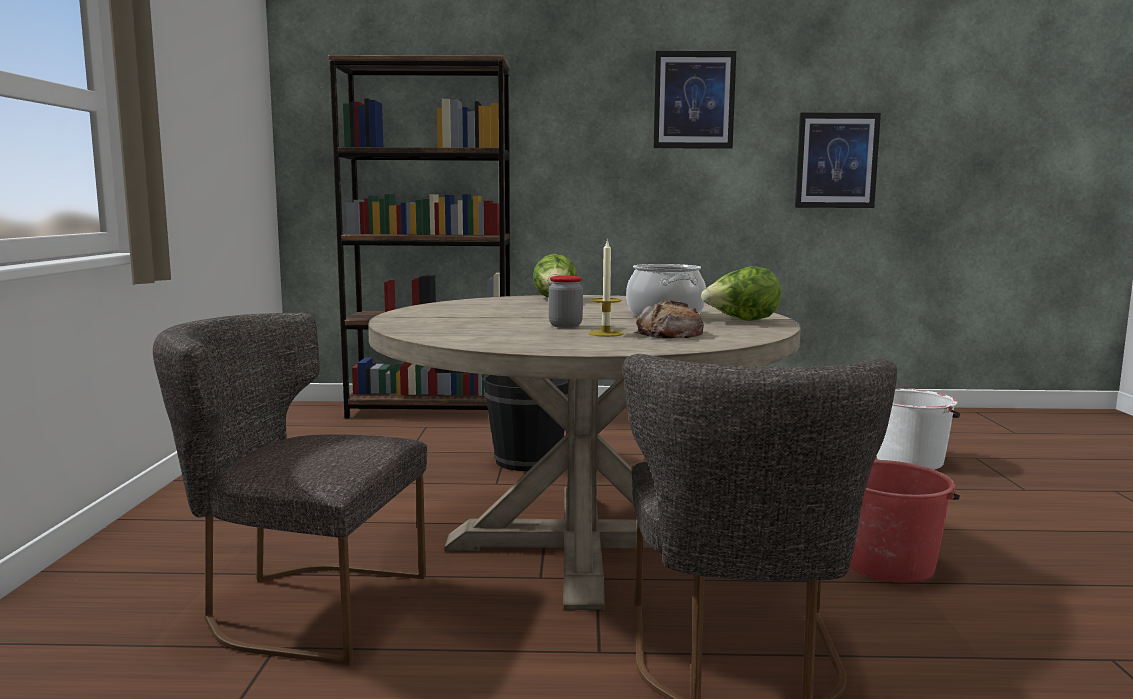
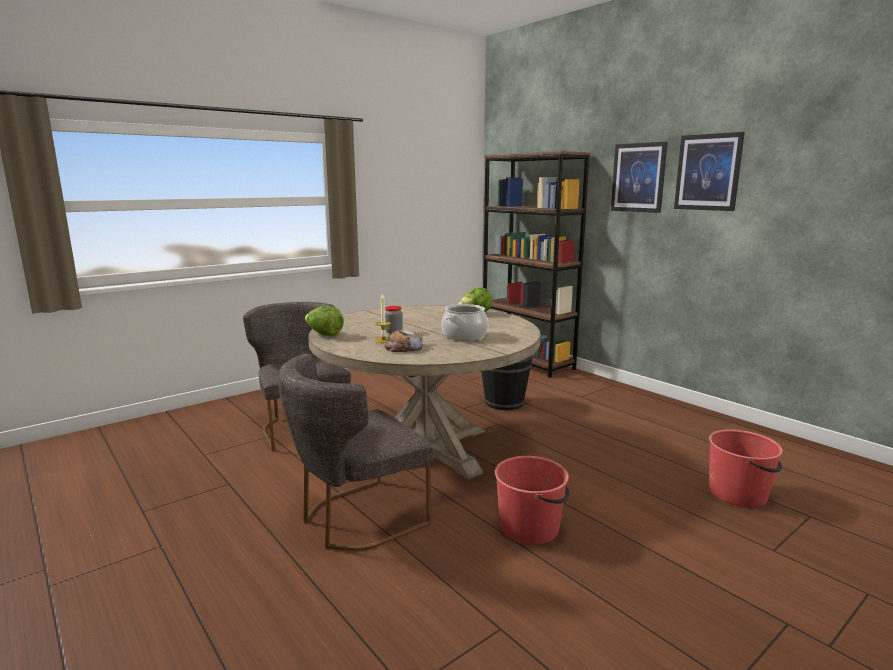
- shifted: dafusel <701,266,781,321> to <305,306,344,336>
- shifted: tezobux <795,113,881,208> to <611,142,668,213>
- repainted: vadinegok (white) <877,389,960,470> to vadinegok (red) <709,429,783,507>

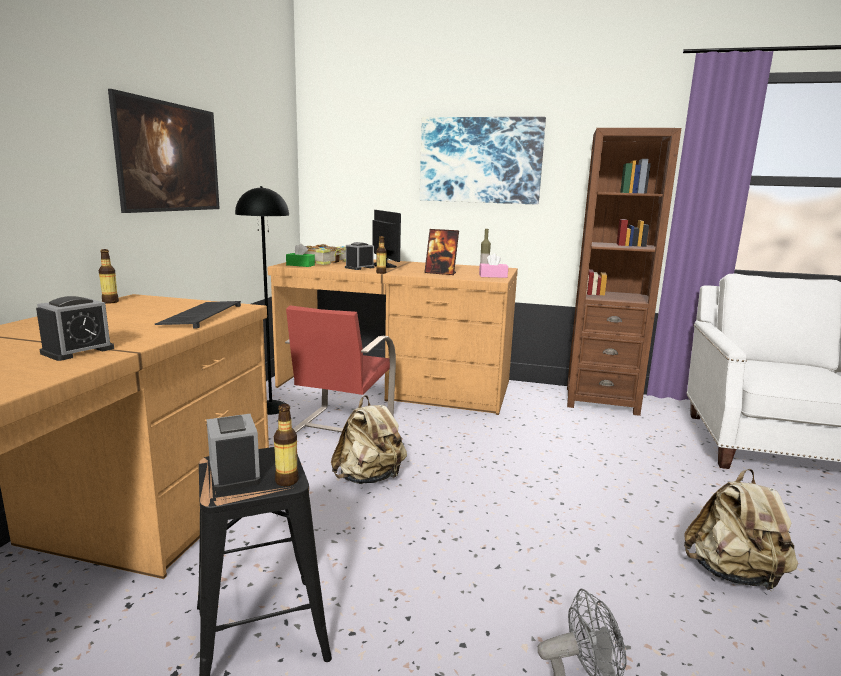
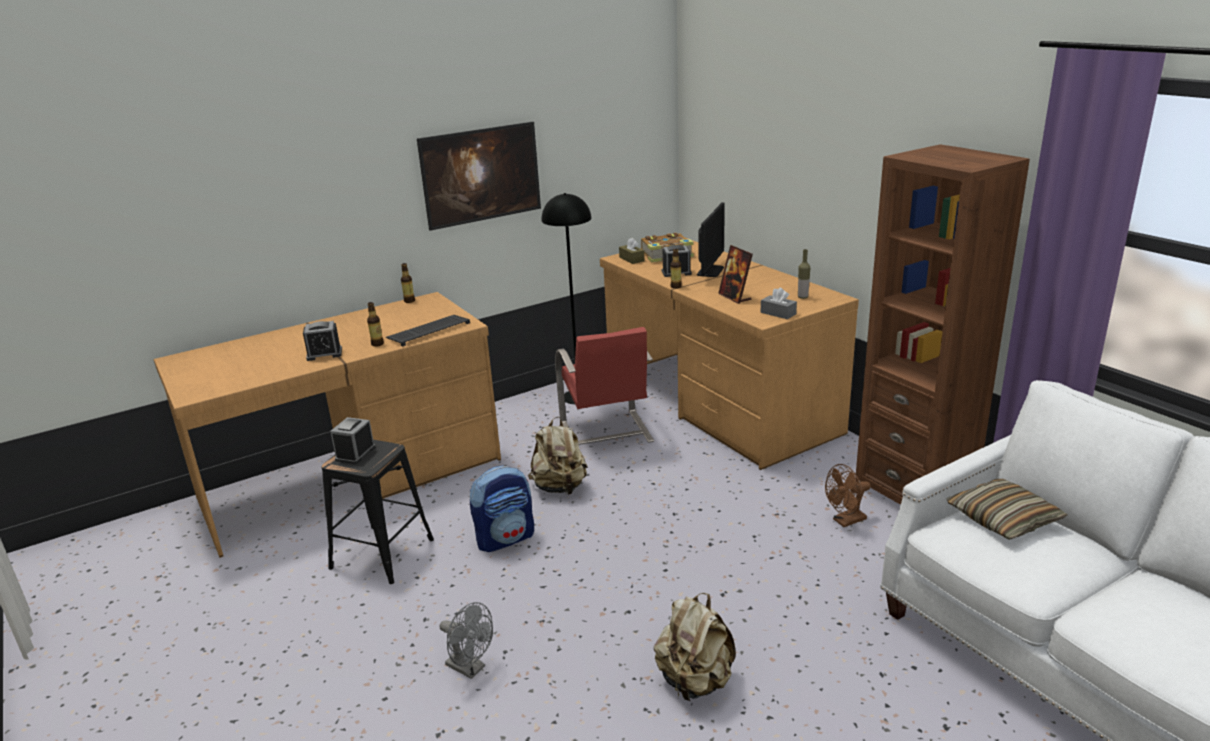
- gone: tezobux <420,117,546,205>
- new: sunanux <470,466,534,552>
- new: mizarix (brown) <825,464,871,527>
- new: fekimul <946,479,1068,540>
- shifted: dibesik <274,404,299,486> to <367,302,384,347>
- repainted: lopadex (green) <286,244,315,267> to lopadex (brown) <619,238,644,264>
- repainted: lopadex (pink) <479,253,508,278> to lopadex (grey) <761,288,797,319>
- rotated: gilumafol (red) <285,305,396,433> = <555,327,654,445> 75 degrees counterclockwise

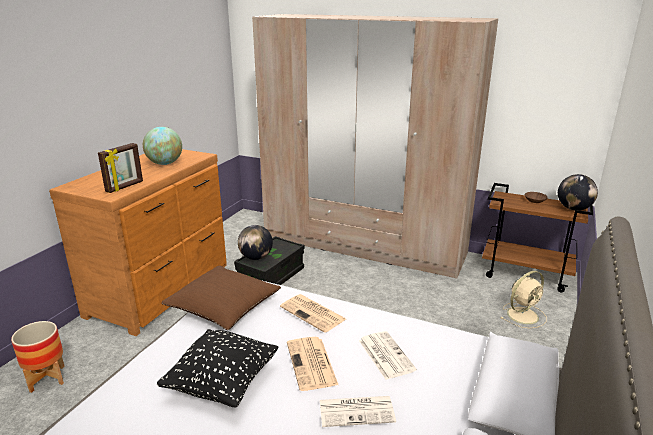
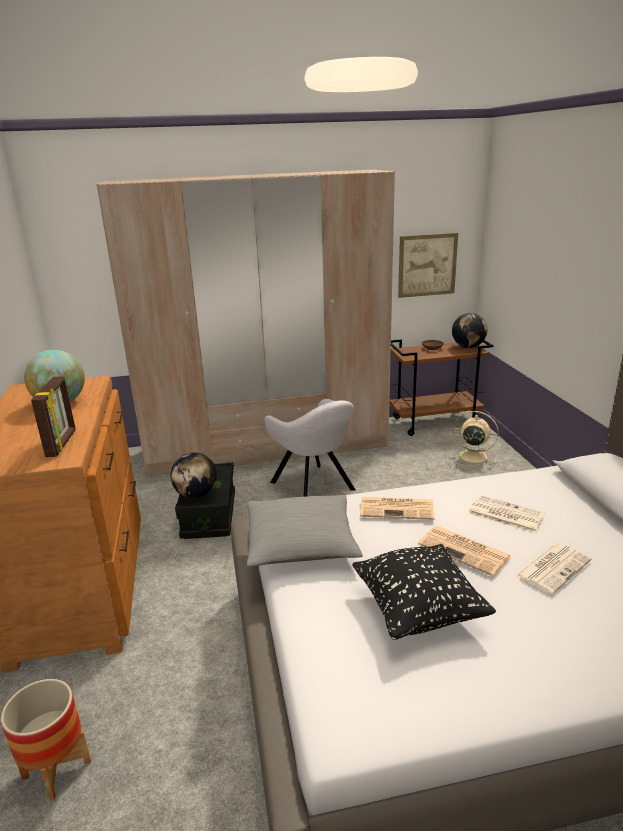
- new: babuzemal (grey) <264,399,356,497>
- new: tezobux <398,233,458,298>
- repainted: fekimul (brown) <161,265,281,330> to fekimul (grey) <247,495,363,567>
- rotated: mizarix (beige) <500,271,547,329> = <450,411,499,466> 90 degrees counterclockwise

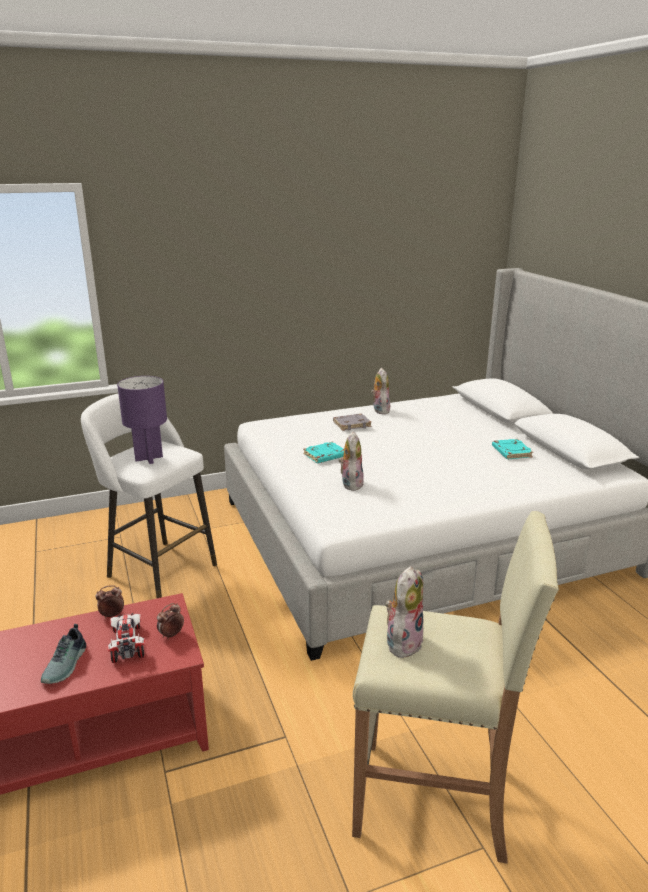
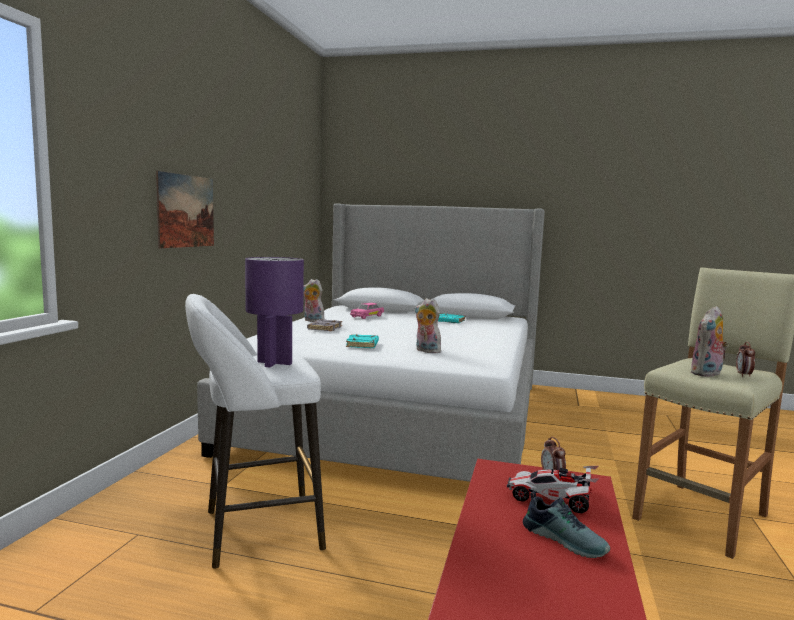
- new: tezobux <156,171,214,249>
- new: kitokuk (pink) <350,303,384,319>
- shifted: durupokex <95,585,124,618> to <736,342,755,377>
- rotated: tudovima <385,566,424,658> = <690,306,729,377> 105 degrees counterclockwise

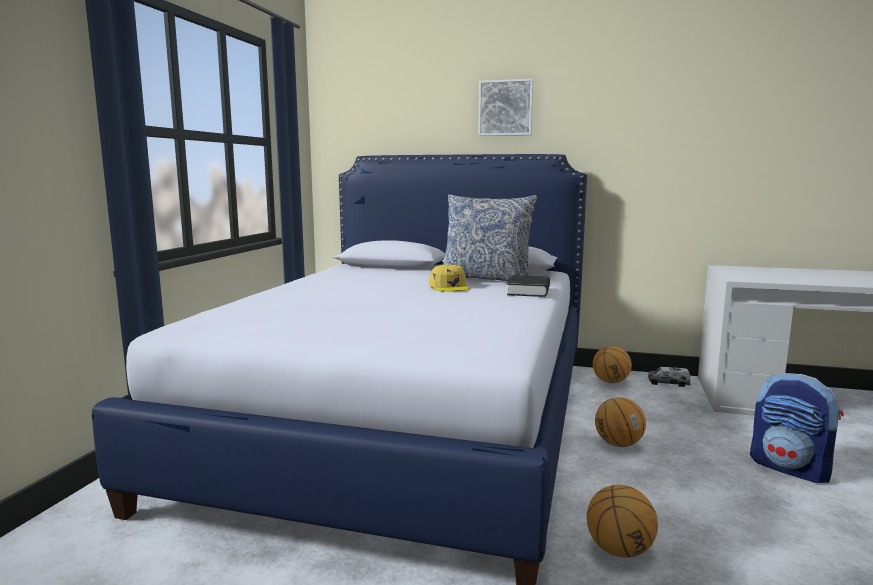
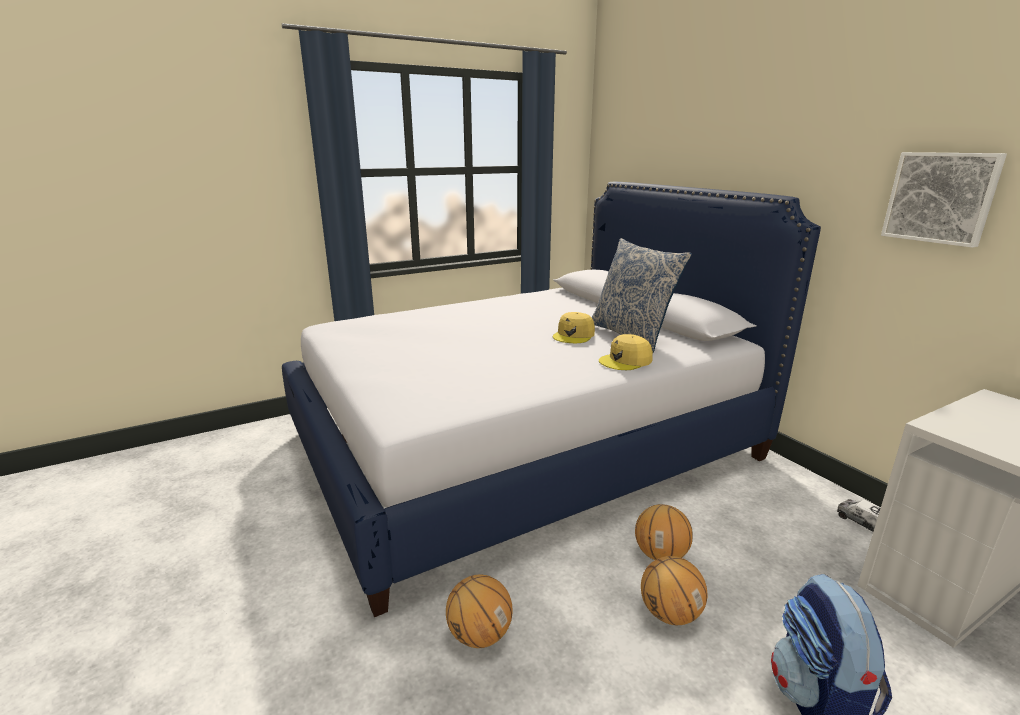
- shifted: tezobux <478,79,533,136> to <881,152,1007,248>
- shifted: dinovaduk <593,346,632,383> to <641,556,707,625>
- swapped: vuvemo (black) <507,275,550,297> to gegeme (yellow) <599,334,653,370>

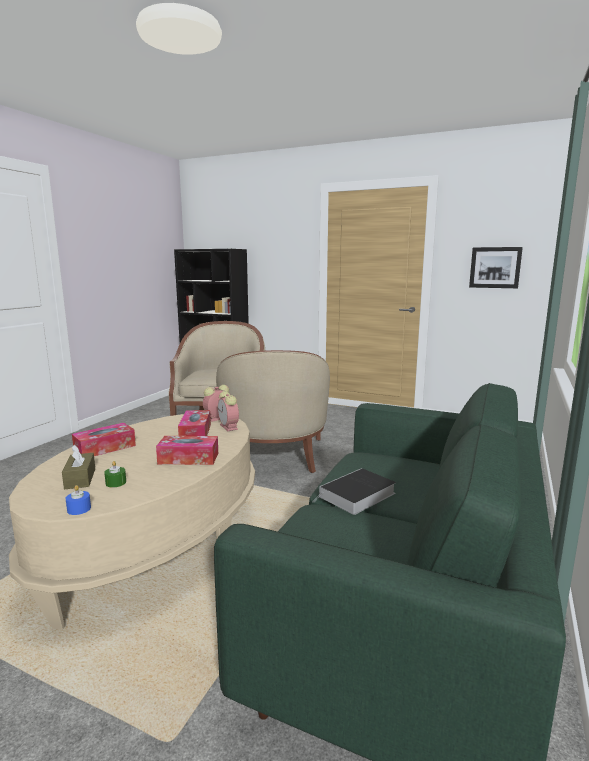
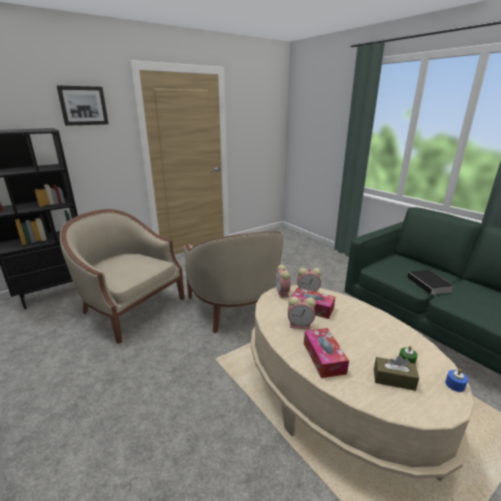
- gone: lopadex <156,436,218,465>
- new: durupokex <288,296,316,329>
- shifted: tezobux <469,247,523,288> to <57,85,108,126>
- rotated: babuzemal (beige) <216,350,330,473> = <184,231,283,333> 45 degrees clockwise

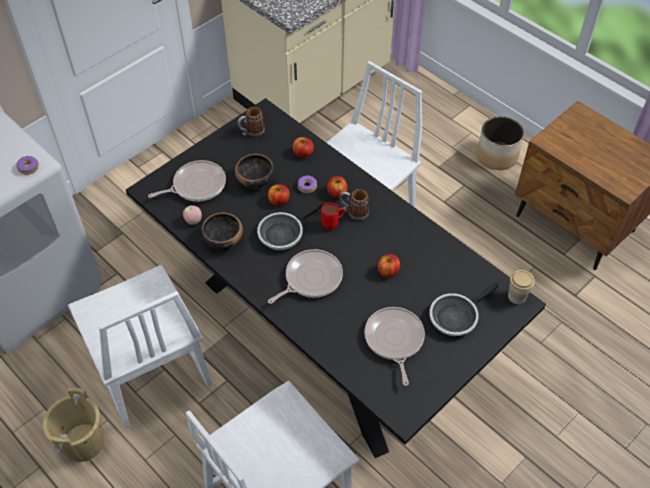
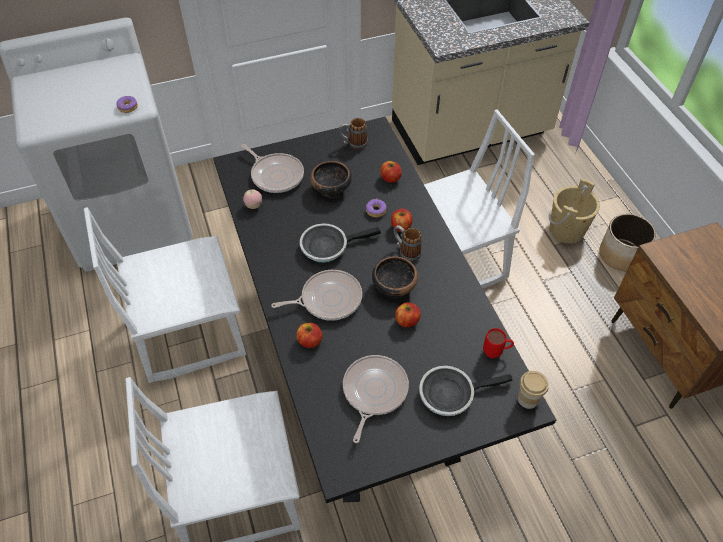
- shifted: vadinegok (beige) <43,388,105,462> to <549,178,600,243>
- shifted: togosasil <200,212,243,251> to <372,256,418,298>
- shifted: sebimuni <268,184,290,206> to <296,323,322,348>
- shifted: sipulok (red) <321,202,345,230> to <483,328,514,358>
- rotated: gilumafol (white) <68,265,213,428> = <84,207,246,383> 75 degrees clockwise
- rotated: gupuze <148,160,226,202> = <241,144,304,193> 45 degrees clockwise

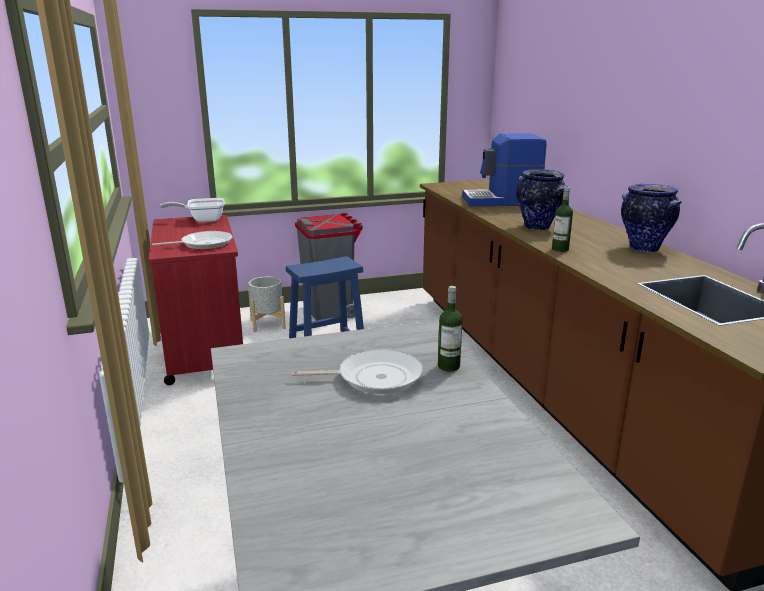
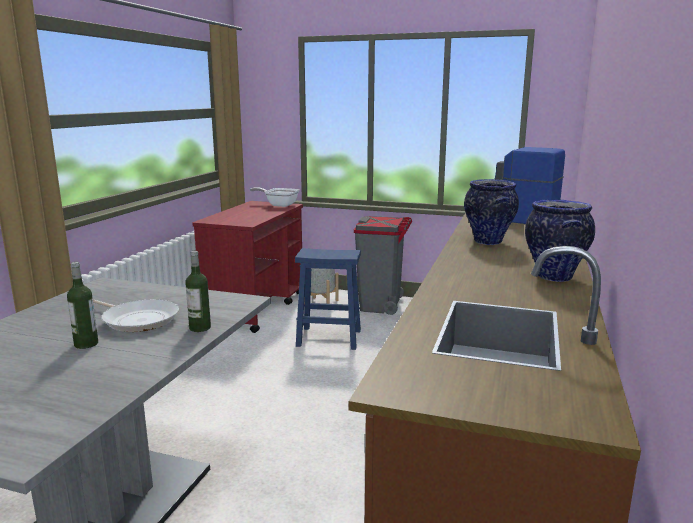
- gone: gupuze <152,231,233,249>
- shifted: dibesik <552,187,573,252> to <67,262,98,349>

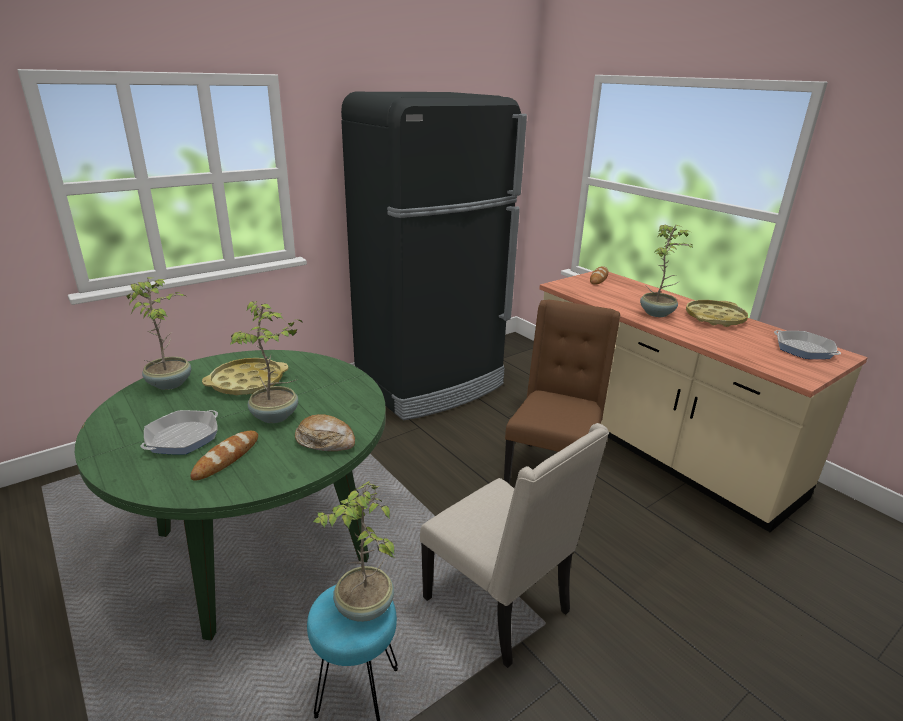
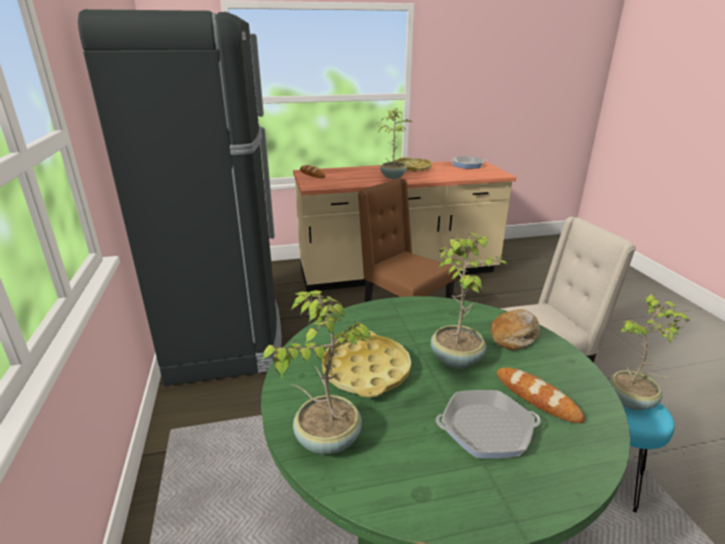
- rotated: gupuze <140,410,218,455> = <436,390,541,459> 120 degrees clockwise

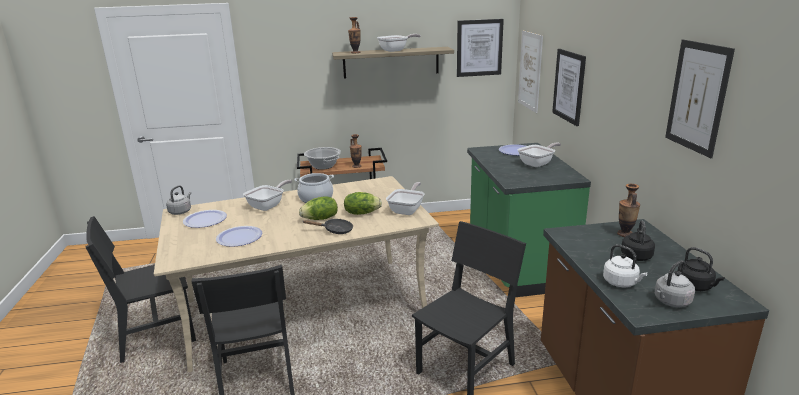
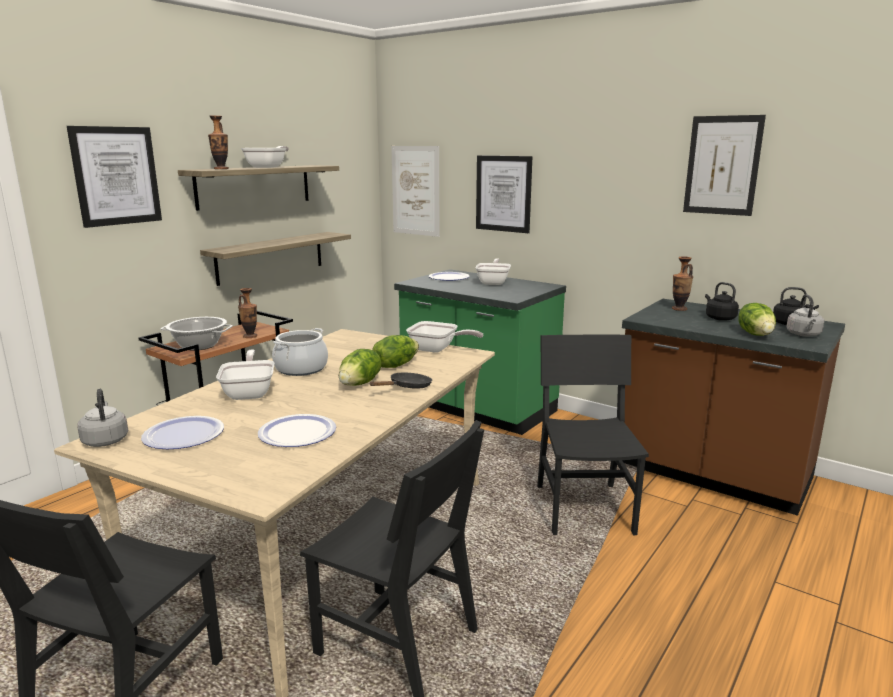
- new: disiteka <200,232,351,286>
- shifted: tezobux <457,19,504,77> to <67,126,162,228>
- swapped: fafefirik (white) <603,244,648,287> to dafusel <738,303,776,336>
- rotated: gupuze <386,182,425,215> = <406,321,483,353> 135 degrees clockwise

